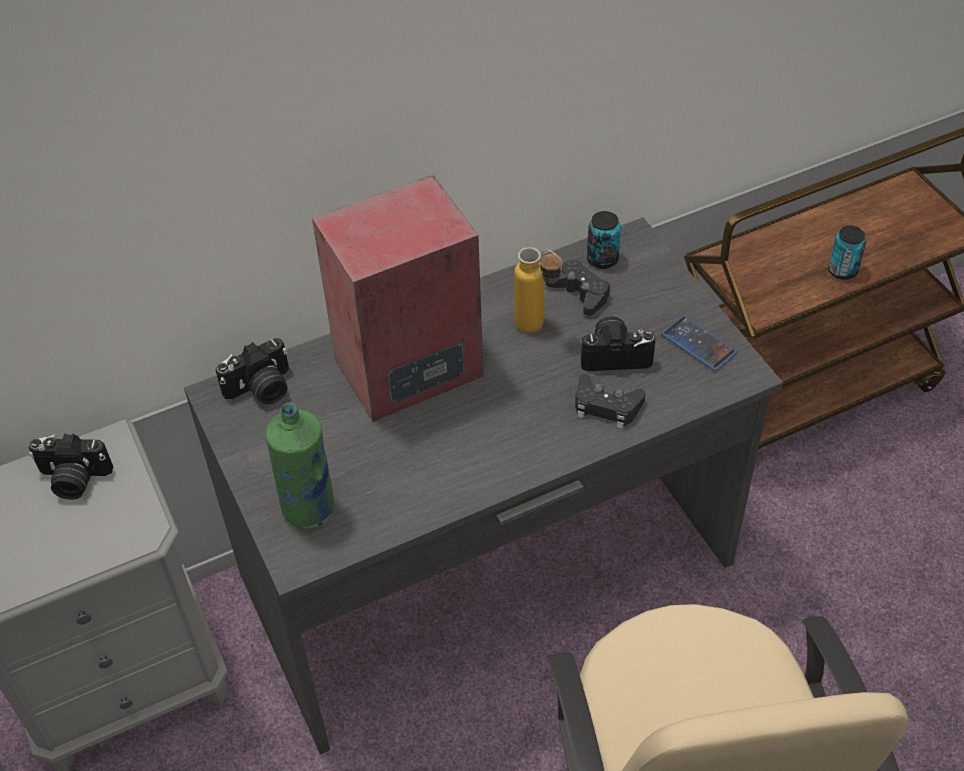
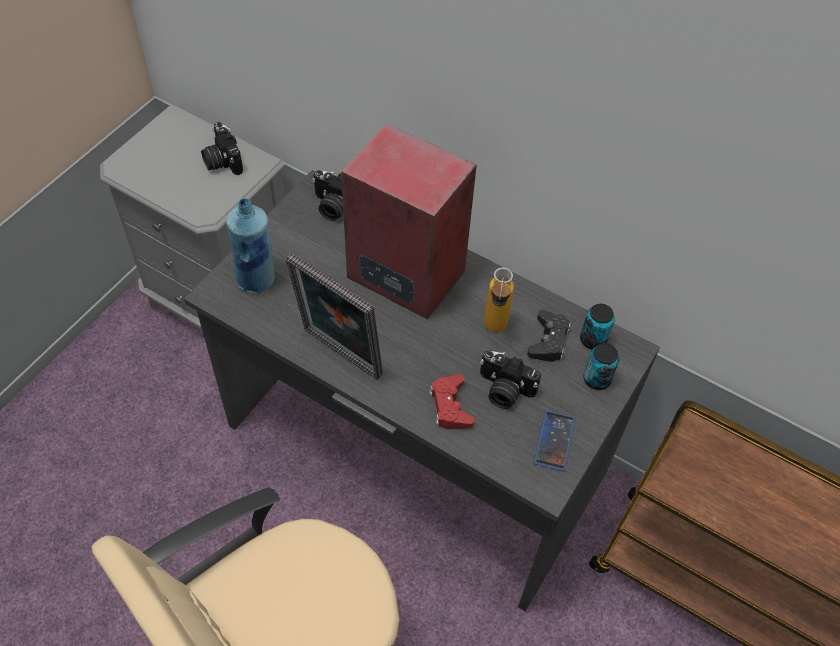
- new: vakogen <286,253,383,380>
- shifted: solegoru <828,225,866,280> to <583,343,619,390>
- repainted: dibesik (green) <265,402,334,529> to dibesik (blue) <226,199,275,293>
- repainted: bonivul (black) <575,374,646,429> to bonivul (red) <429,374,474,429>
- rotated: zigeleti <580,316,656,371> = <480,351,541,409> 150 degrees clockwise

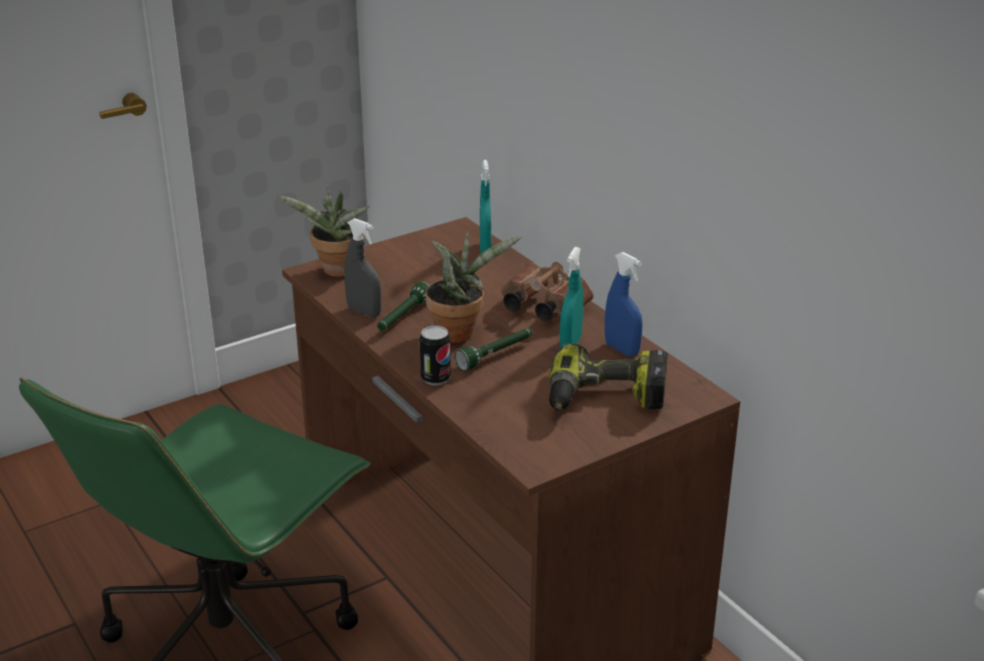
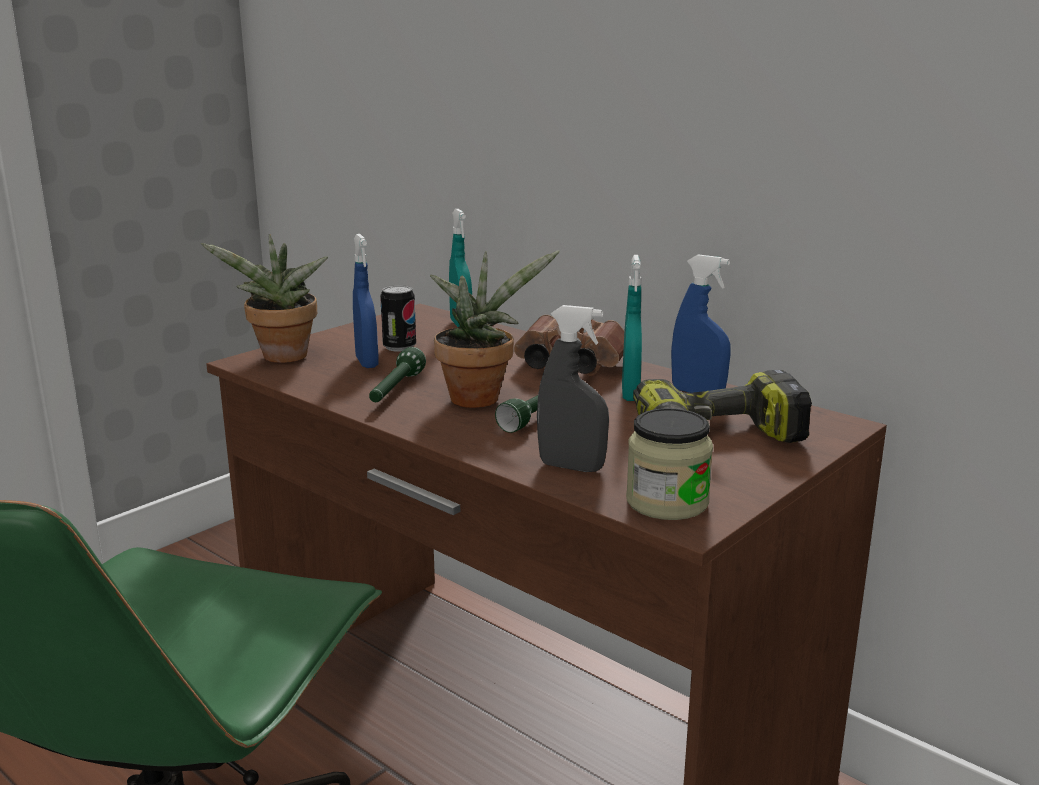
- new: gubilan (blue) <353,234,378,368>
- new: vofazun <626,408,713,520>
- shifted: gubilan (grey) <344,218,381,317> to <537,305,609,472>
- shifted: solegoru <420,326,451,385> to <380,285,416,352>

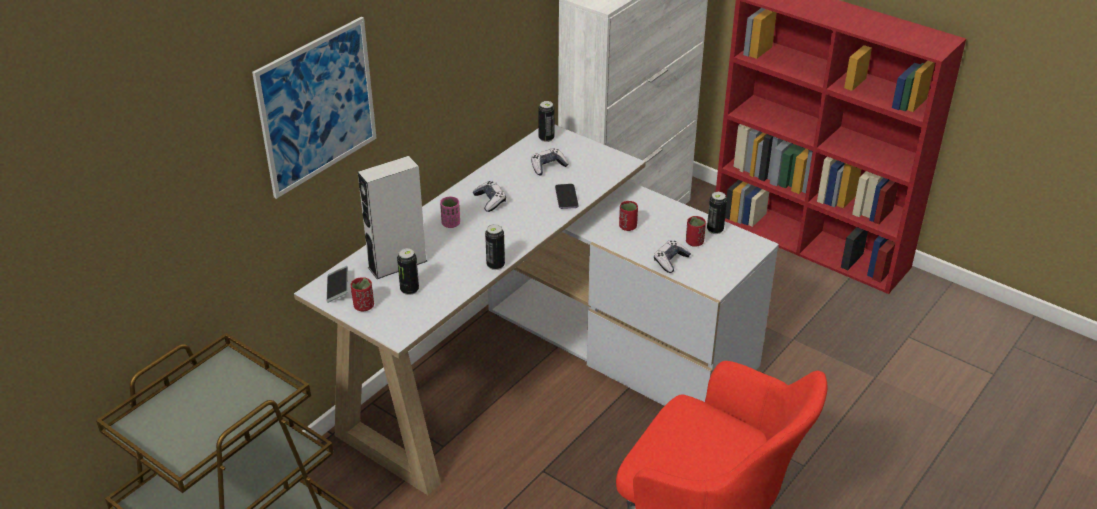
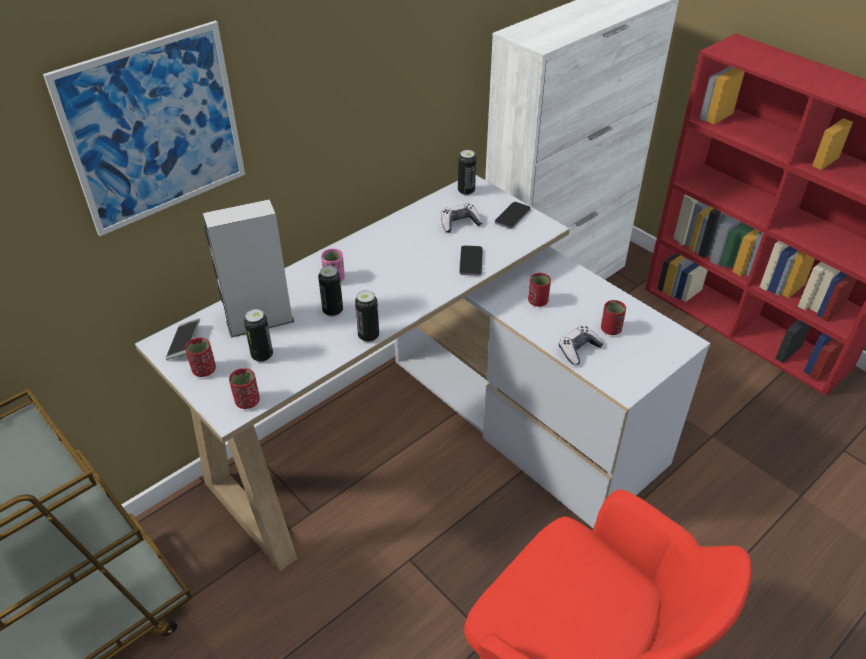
- gone: bonivul <473,181,506,212>
- new: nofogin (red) <229,368,260,409>
- new: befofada <495,202,531,229>
- shifted: solegoru <707,192,727,234> to <318,266,343,317>

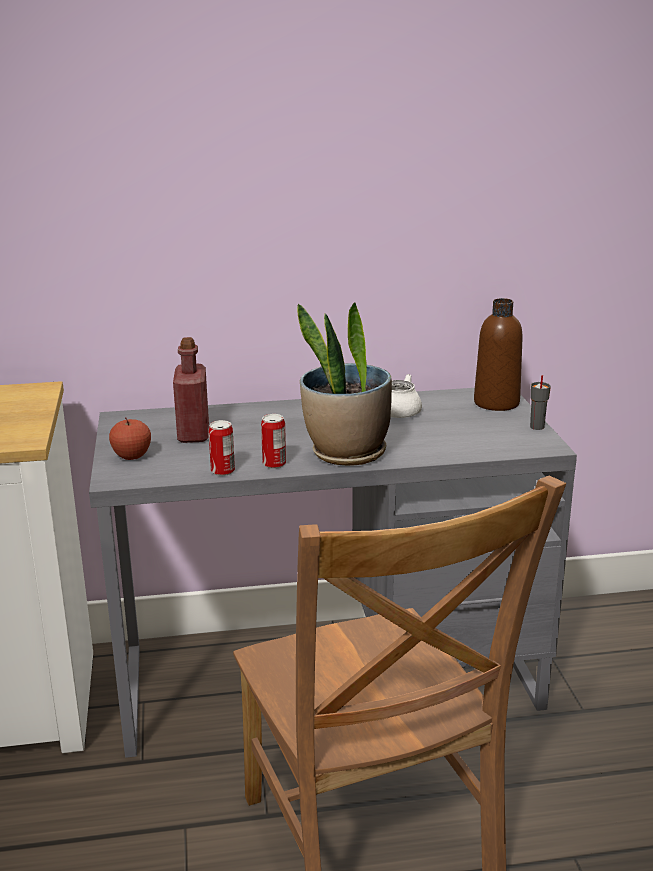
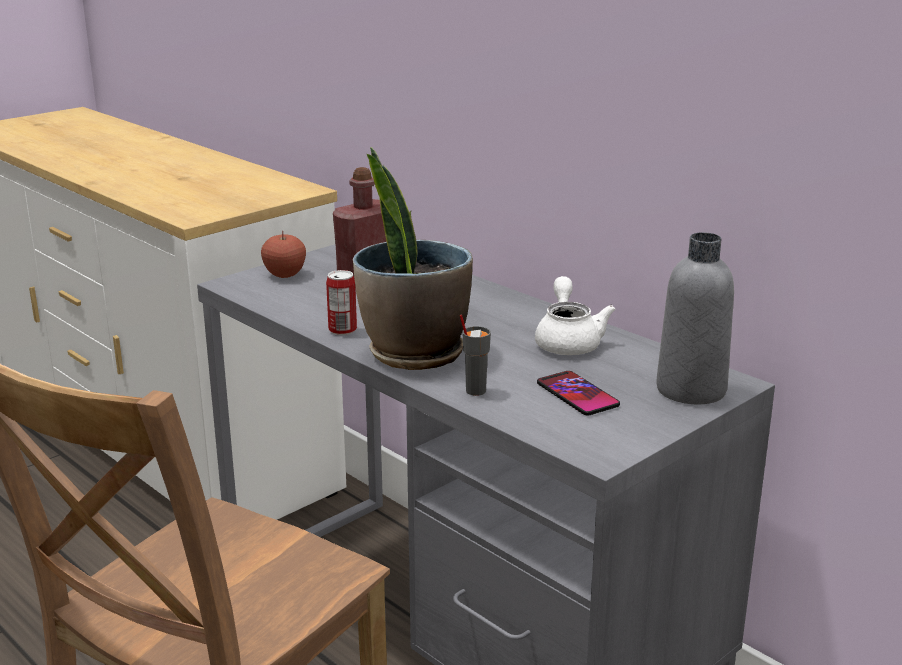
- gone: solegoru <209,420,235,476>
- new: befofada <537,371,620,416>
- shifted: nofogin (grey) <530,375,551,430> to <460,314,491,396>
- repainted: dibesik (brown) <474,298,523,411> to dibesik (grey) <656,232,734,404>

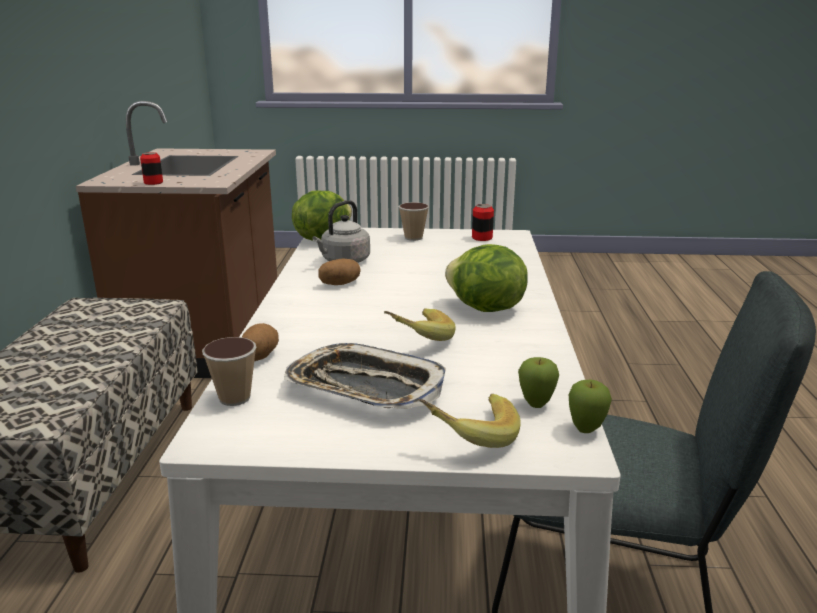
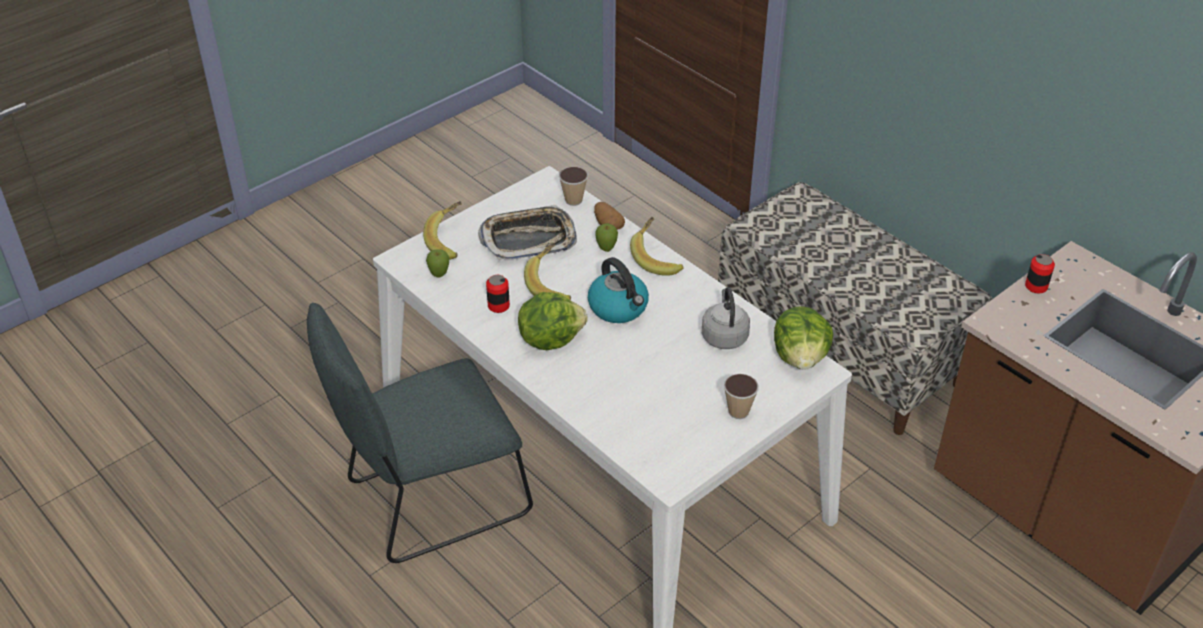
- gone: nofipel <318,259,361,285>
- new: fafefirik <588,257,649,323>
- new: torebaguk <630,217,684,276>
- shifted: solegoru <472,204,494,241> to <486,275,510,313>
- shifted: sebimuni <569,380,612,433> to <595,223,618,252>

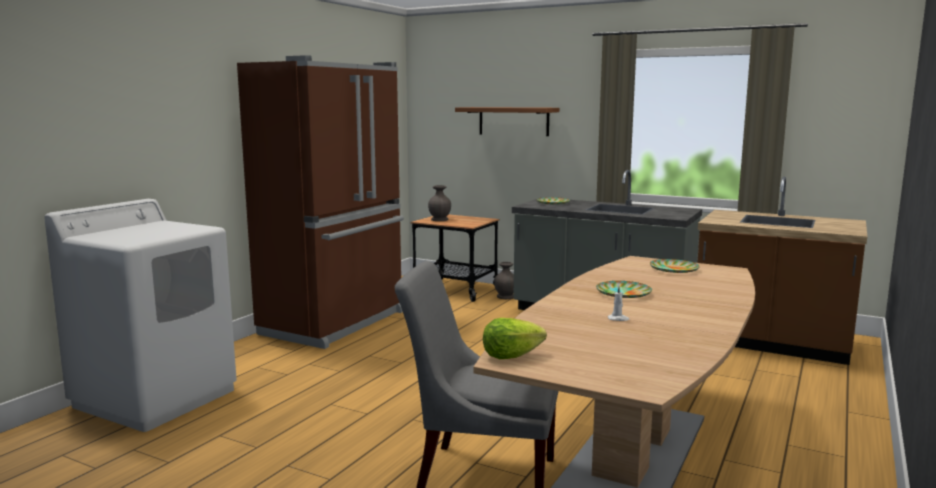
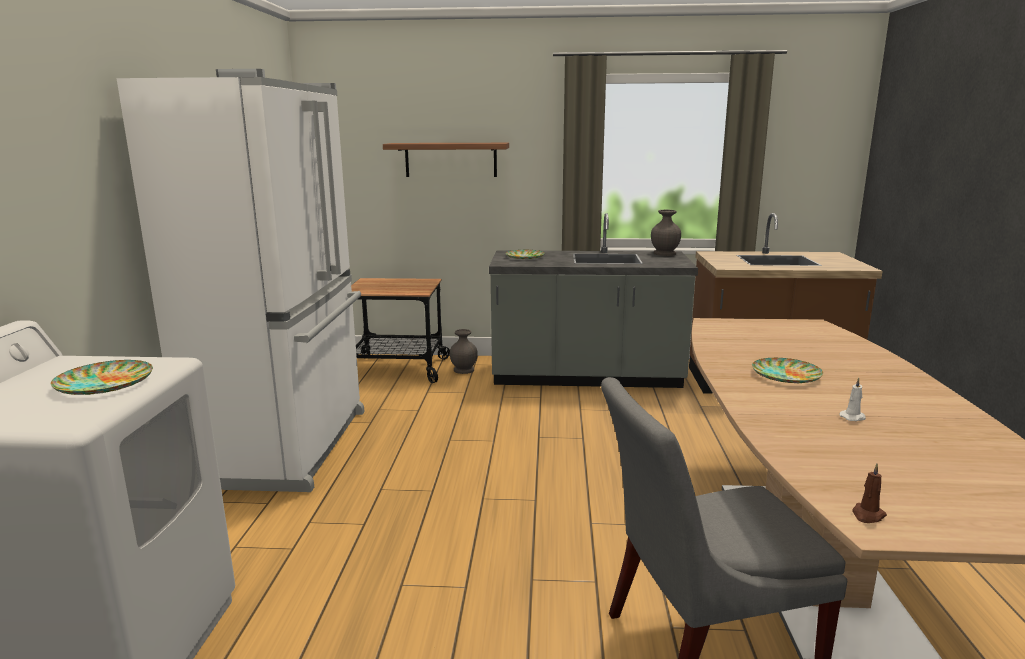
- shifted: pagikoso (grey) <428,185,451,221> to <651,210,681,256>
- shifted: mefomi <650,259,700,273> to <51,360,153,395>
- swapped: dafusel <483,318,547,359> to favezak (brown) <852,463,887,523>
- repainted: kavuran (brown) <237,55,404,349> to kavuran (white) <116,69,364,492>

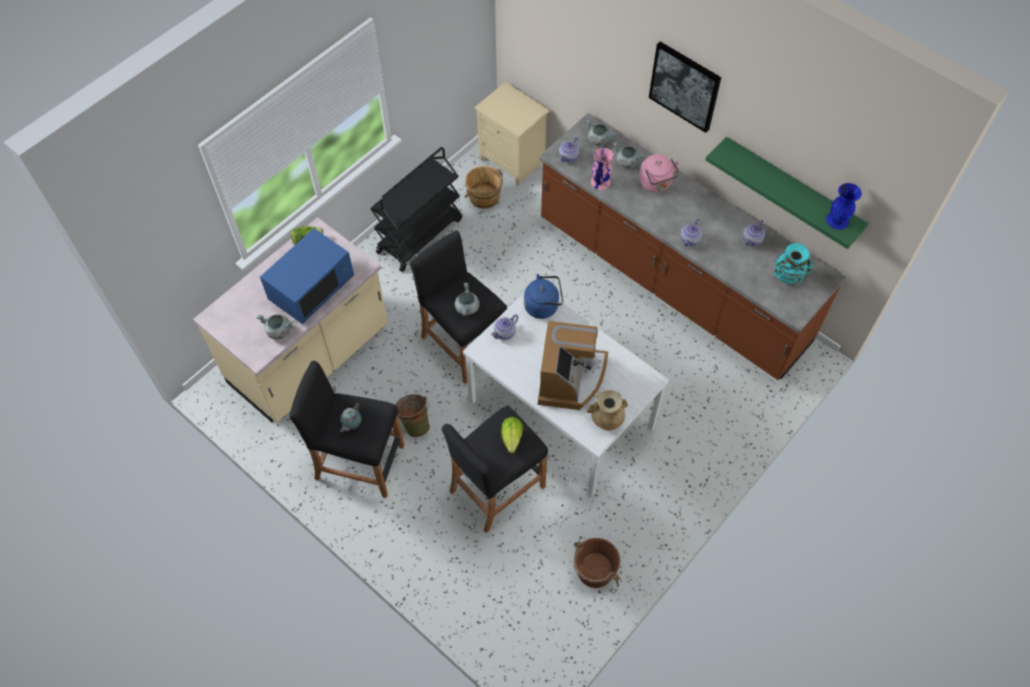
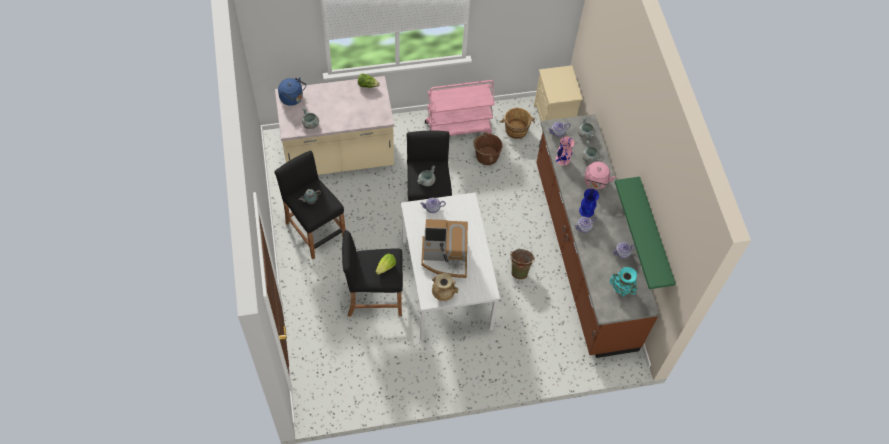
- gone: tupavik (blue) <260,228,354,324>
- gone: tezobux <649,42,721,133>
- shifted: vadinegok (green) <395,394,430,437> to <510,249,535,280>
- shifted: fafefirik (blue) <524,274,563,319> to <278,77,306,106>
- shifted: vadinegok (brown) <574,538,621,588> to <473,132,502,165>
- shifted: pagikoso (blue) <826,183,862,230> to <579,189,599,217>
- repainted: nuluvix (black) <370,147,462,272> to nuluvix (pink) <425,80,495,136>
- rotated: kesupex <538,321,608,410> = <421,219,468,278> 45 degrees clockwise

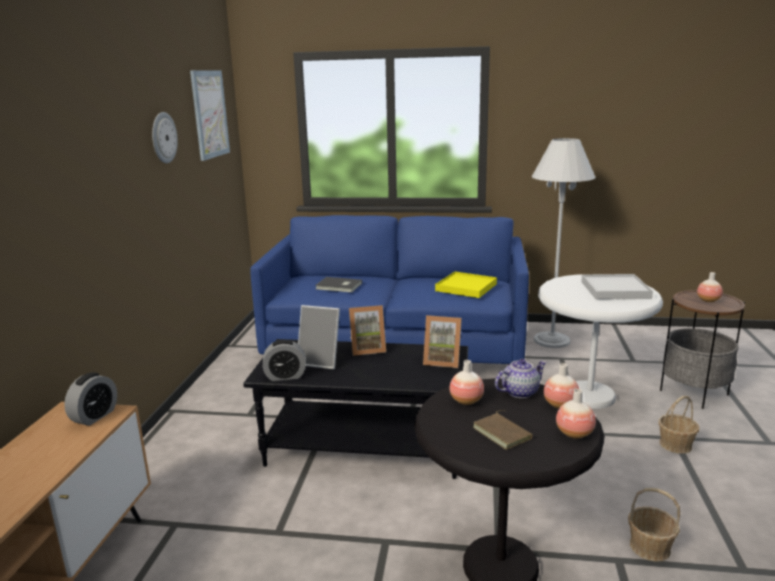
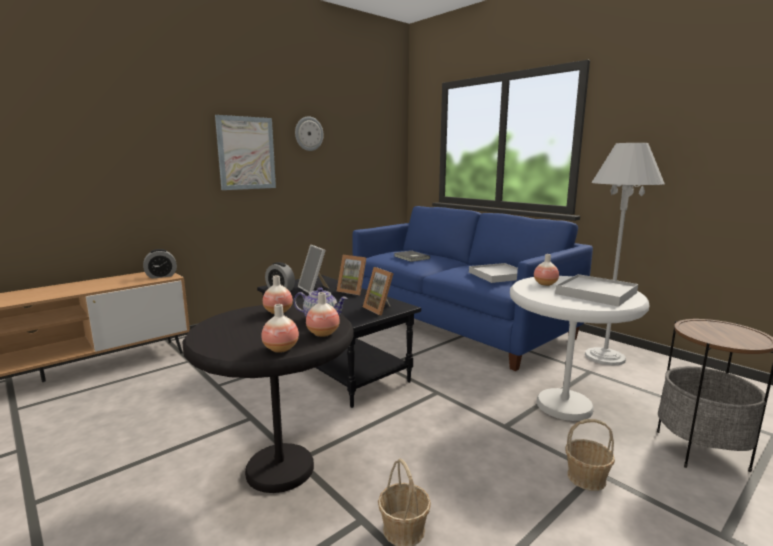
- gone: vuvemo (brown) <473,410,533,450>
- shifted: tezobux <190,70,230,161> to <215,115,276,190>
- shifted: pagikoso <697,272,723,302> to <534,254,559,286>
- repainted: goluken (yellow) <435,272,497,298> to goluken (white) <469,263,518,283>

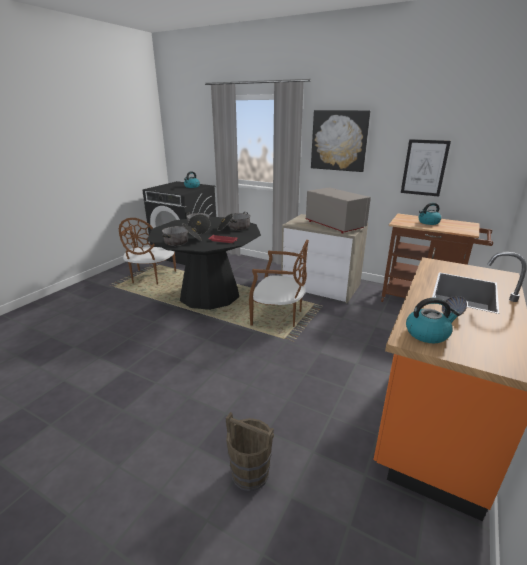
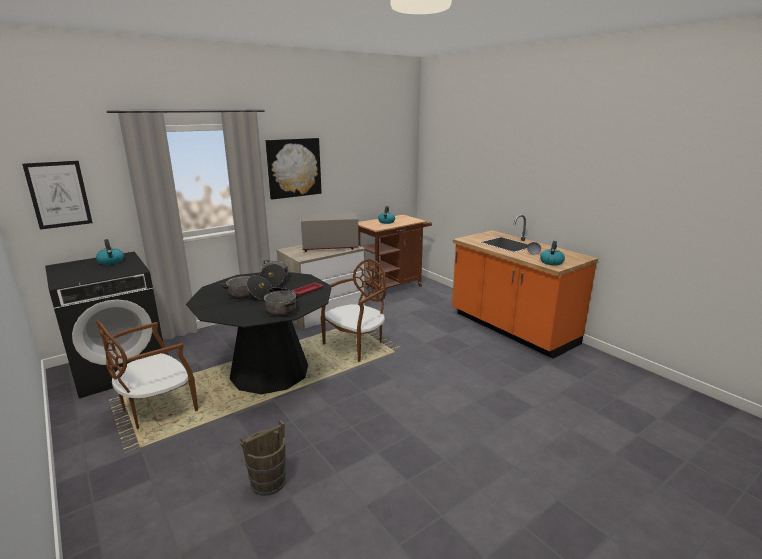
- shifted: vadinegok (brown) <225,412,274,491> to <240,420,286,496>
- shifted: tezobux <401,139,451,197> to <22,161,93,230>
- rotated: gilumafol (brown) <119,218,176,285> = <96,320,198,429> 105 degrees clockwise

